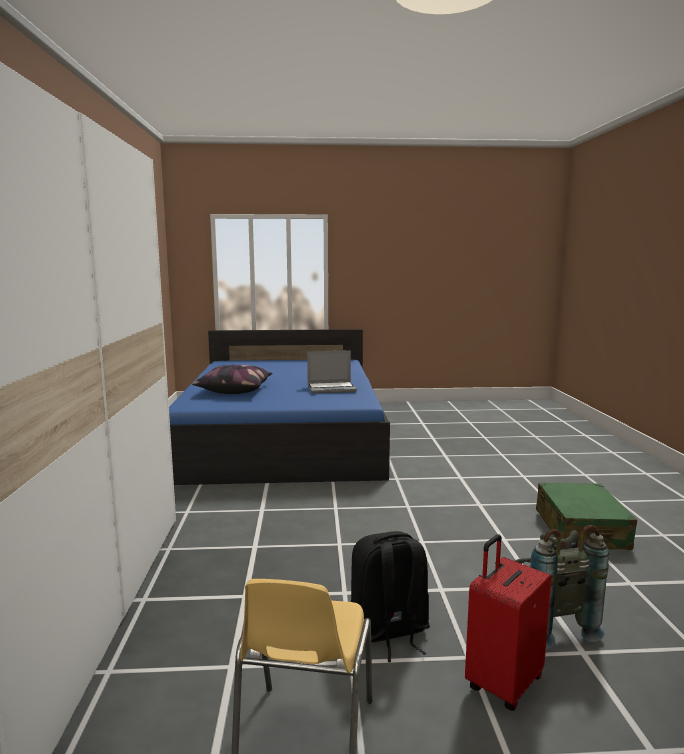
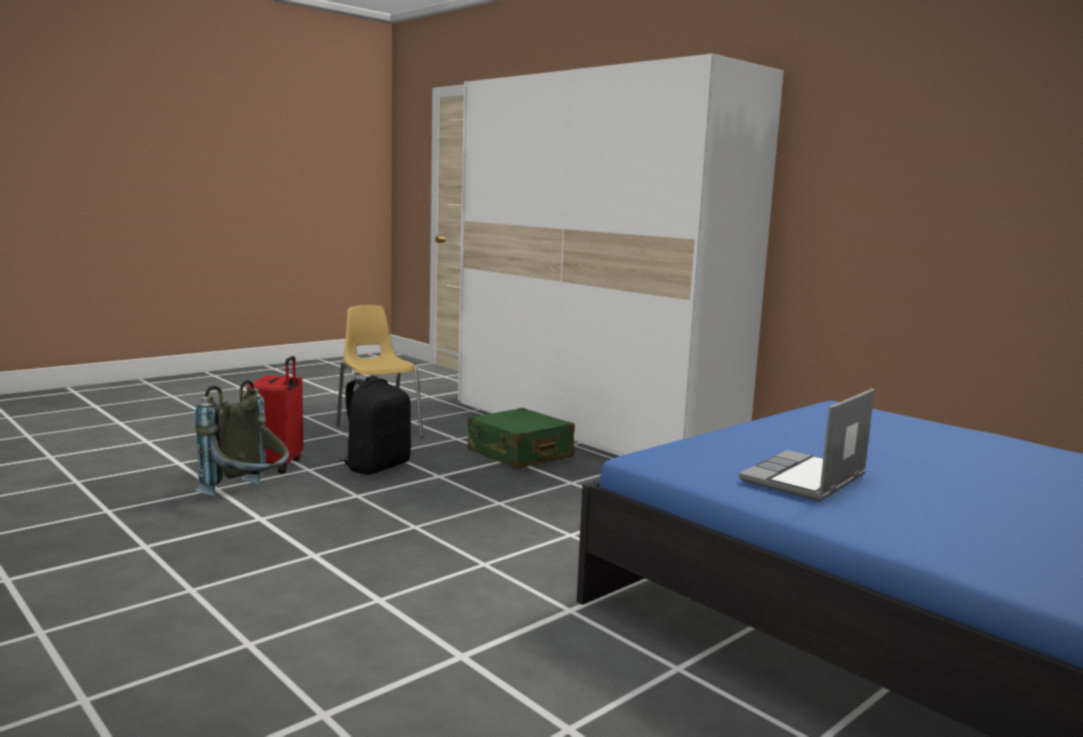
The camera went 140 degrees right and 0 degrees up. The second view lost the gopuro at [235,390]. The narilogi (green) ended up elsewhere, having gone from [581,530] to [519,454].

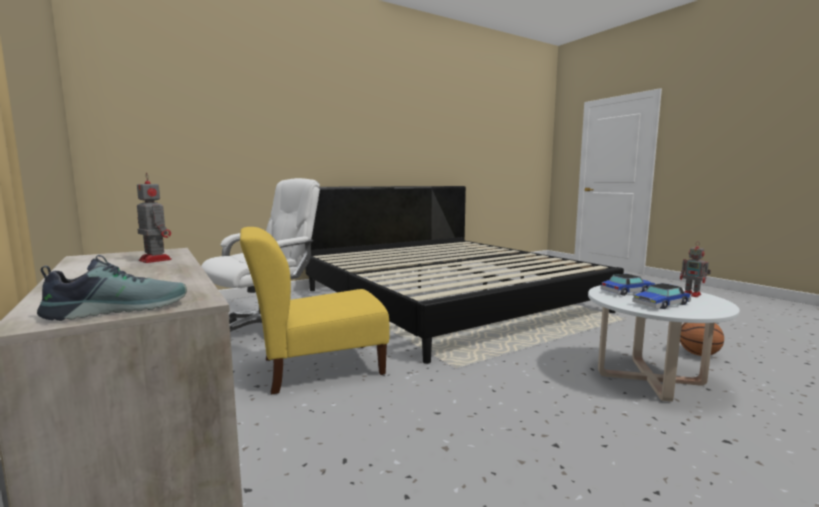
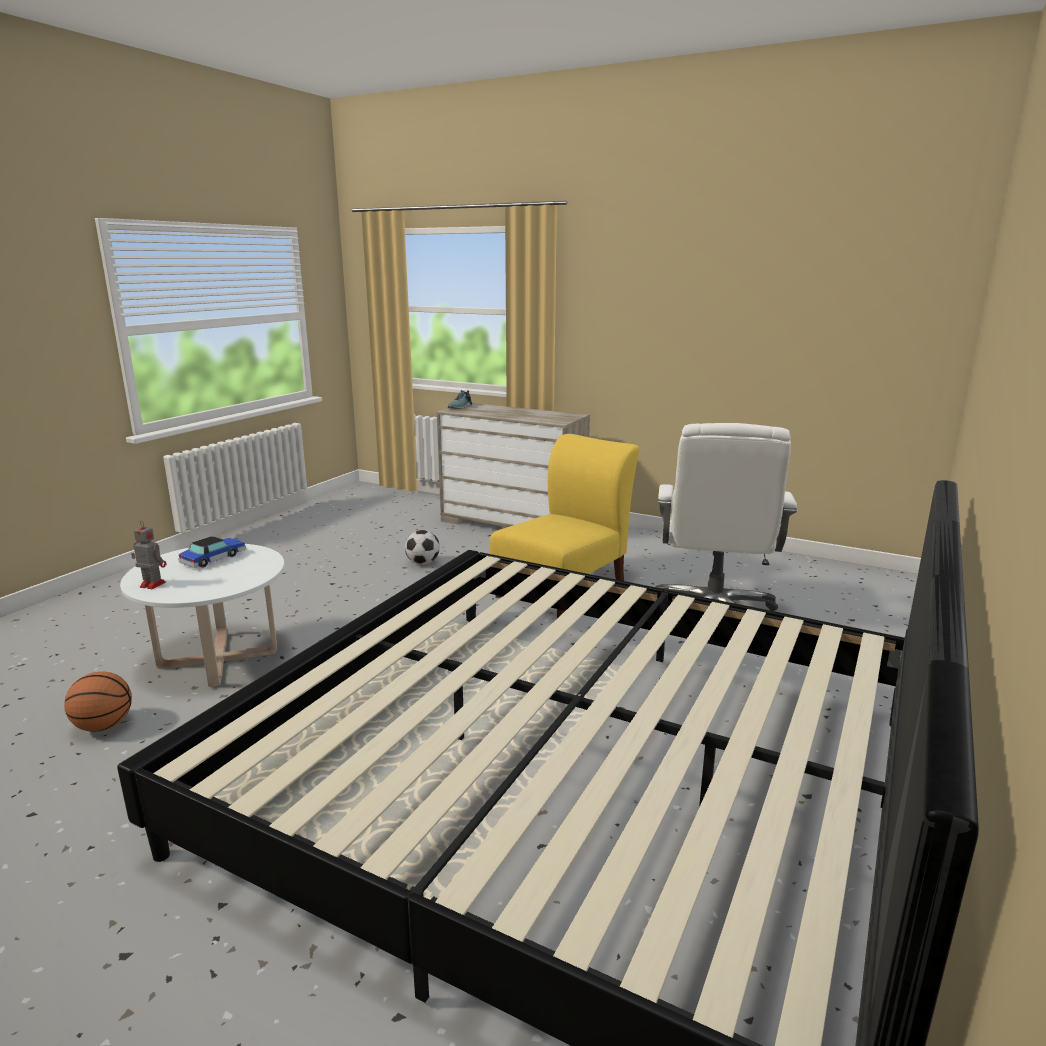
The camera went 150 degrees right and 10 degrees up. The second view lost the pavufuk at [154,260]. The second view lost the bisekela at [627,291]. The second view gained the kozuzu at [423,563].

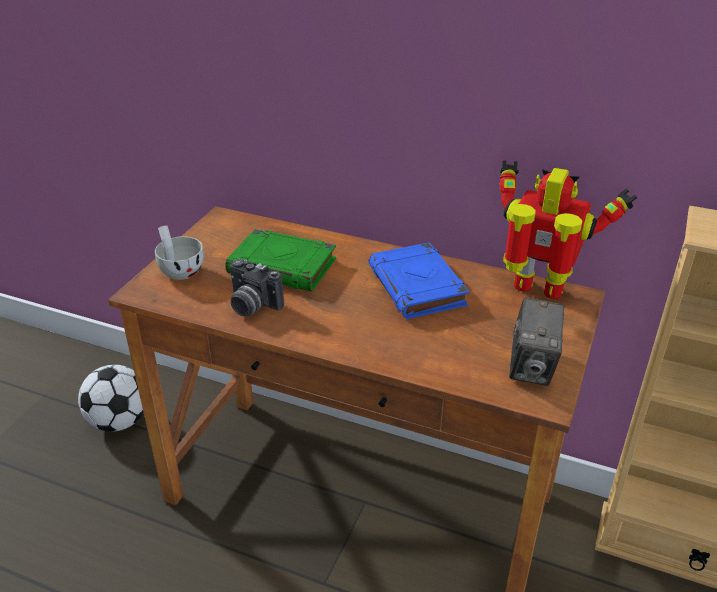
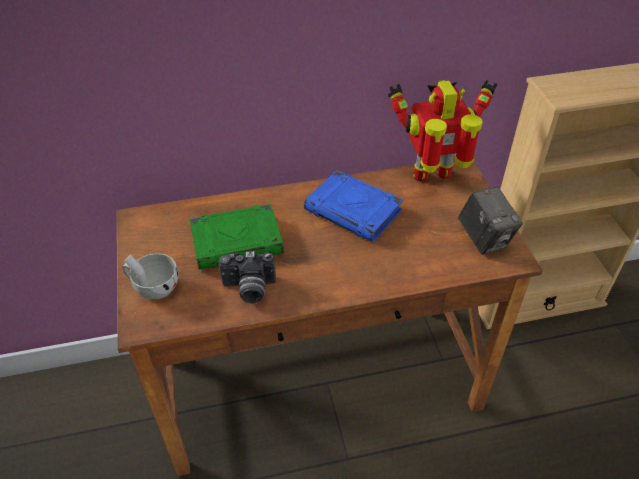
The camera went 35 degrees left and 10 degrees up. The second view lost the kozuzu at [119,421].

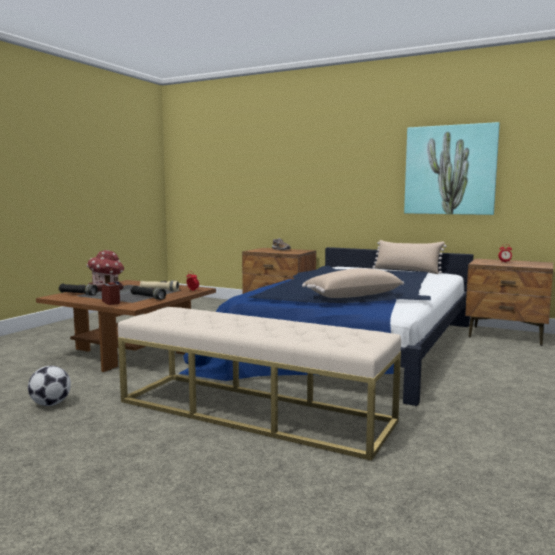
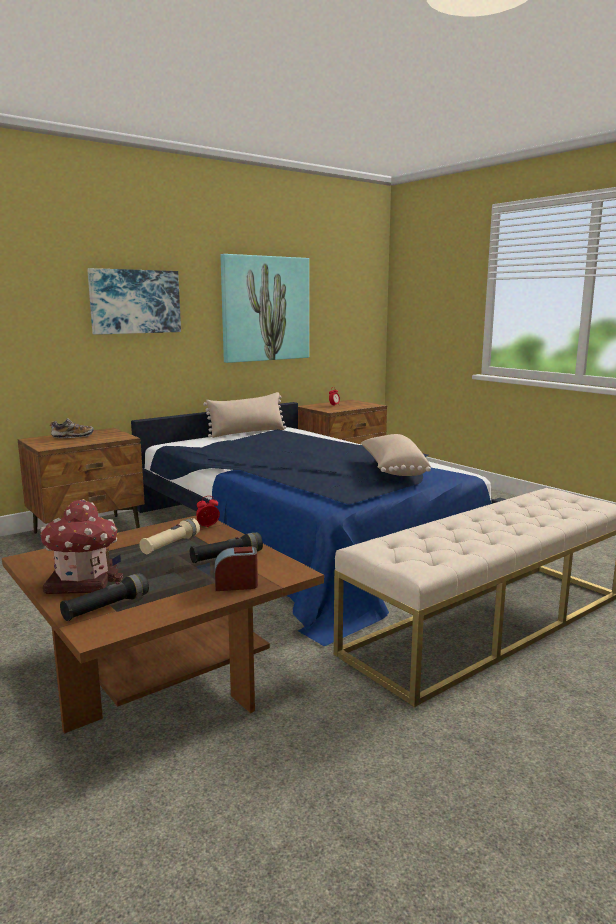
The camera went 65 degrees left and 5 degrees up. The second view lost the kozuzu at [50,404]. The second view gained the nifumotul at [135,301].

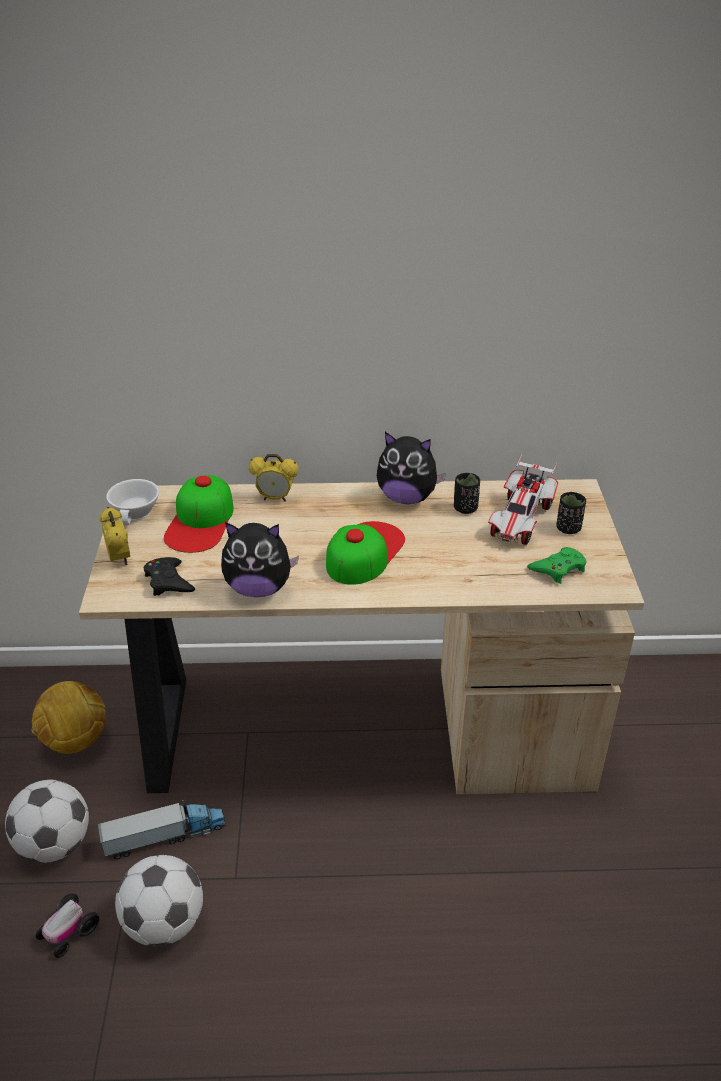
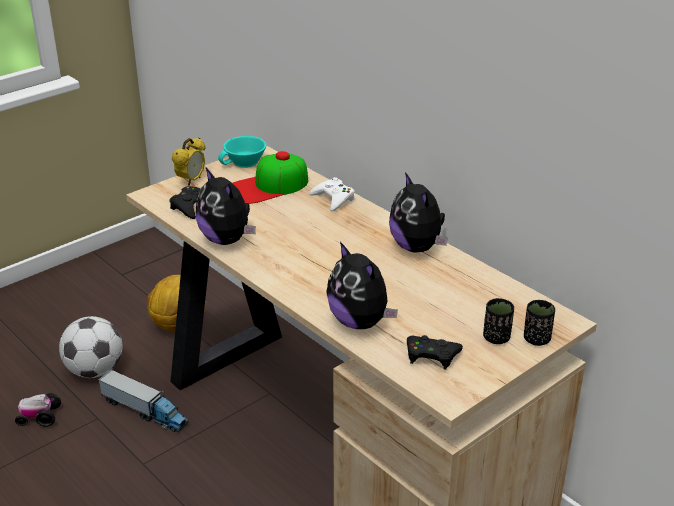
The camera went 50 degrees right and 5 degrees down. What was the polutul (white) at [137,513] turned into the polutul (turquoise) at [245,163]. The second view lost the kozuzu at [164,923]. Where the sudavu stood at [275,498], the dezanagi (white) came to stand at [333,199]. The second view lost the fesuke at [364,552]. The polutul (black) ended up elsewhere, having gone from [465,508] to [536,339]. The second view lost the bisekela at [520,520]. What was the dezanagi (green) at [558,569] turned into the dezanagi (black) at [431,355]. The second view gained the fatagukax at [360,322].

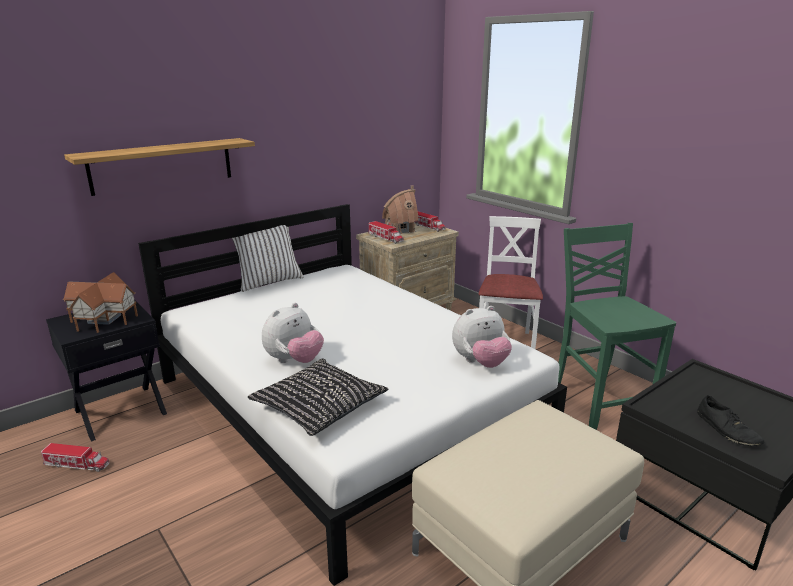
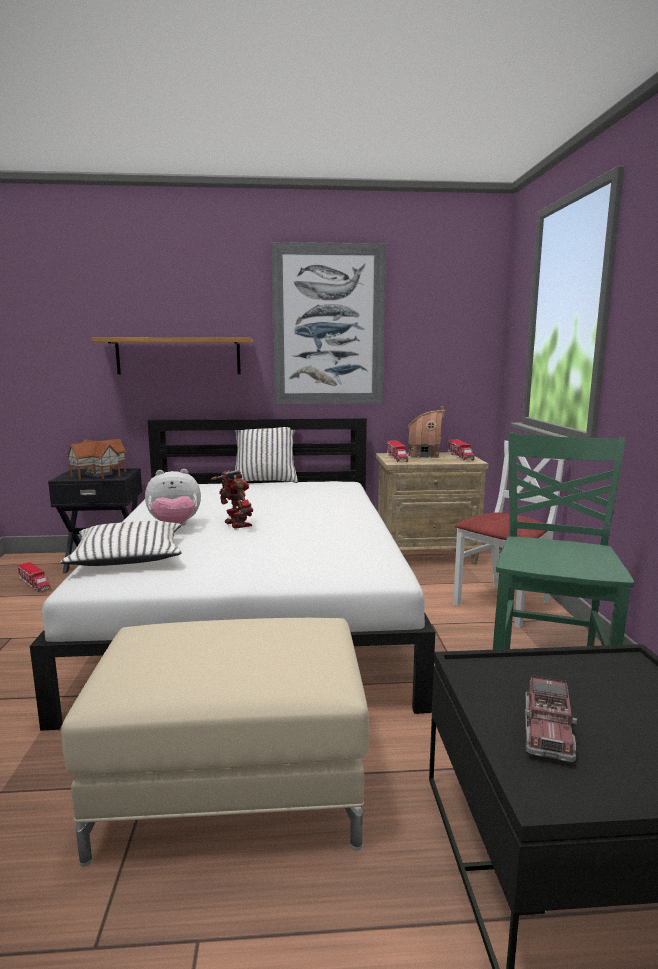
The camera went 35 degrees right and 10 degrees down. What was the gopuro (black) at [318,406] turned into the gopuro (white) at [128,556]. The second view lost the fatagukax at [480,363]. Where the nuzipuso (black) stood at [727,430], the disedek came to stand at [547,733]. The second view gained the pavufuk at [236,524]. The second view gained the nifumotul at [328,325].

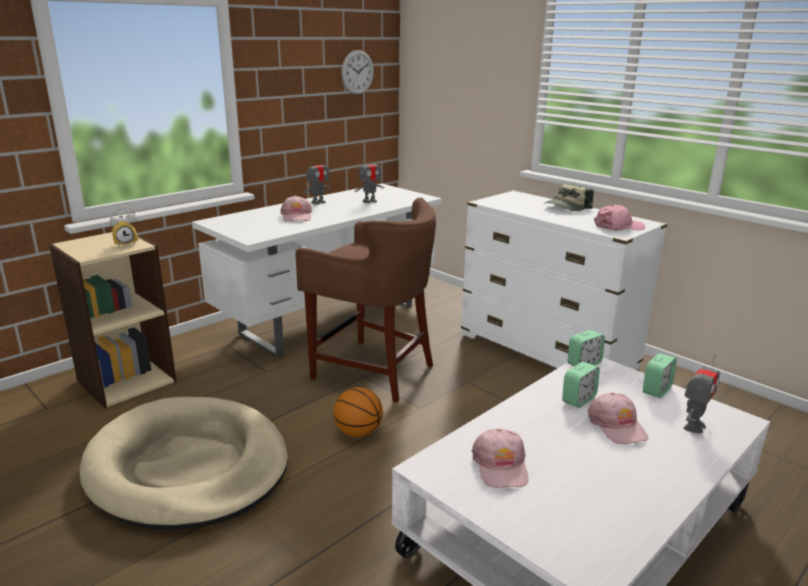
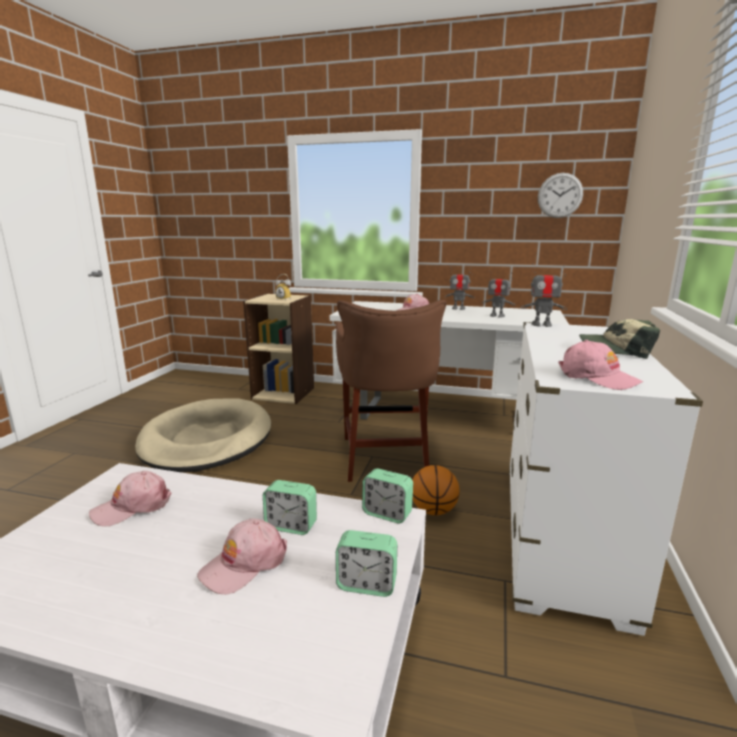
The camera went 60 degrees right and 5 degrees down. The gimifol ended up elsewhere, having gone from [358,432] to [434,510]. The pavufuk ended up elsewhere, having gone from [693,426] to [541,325].

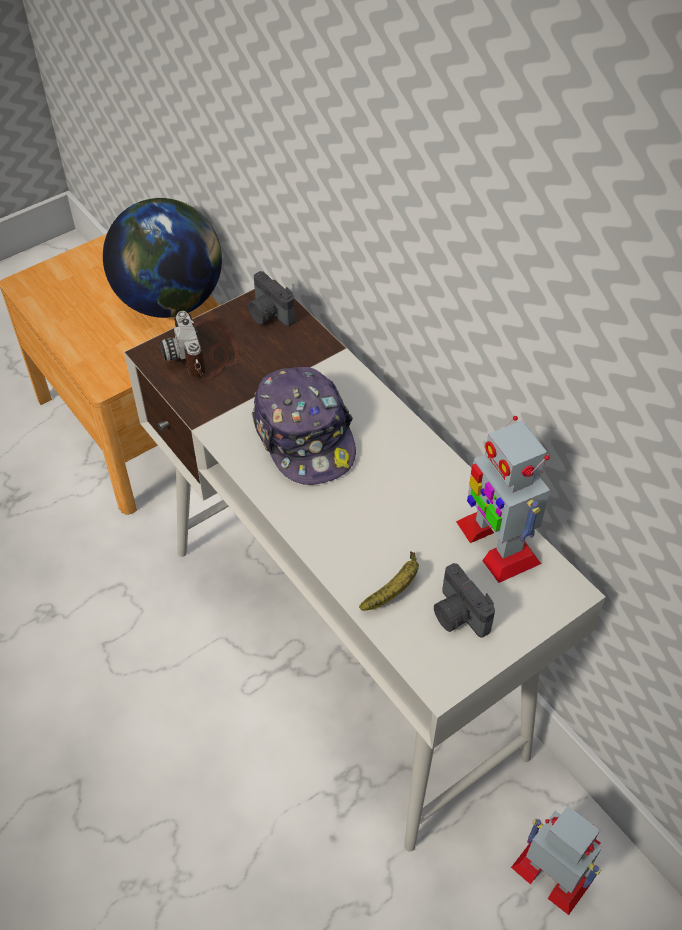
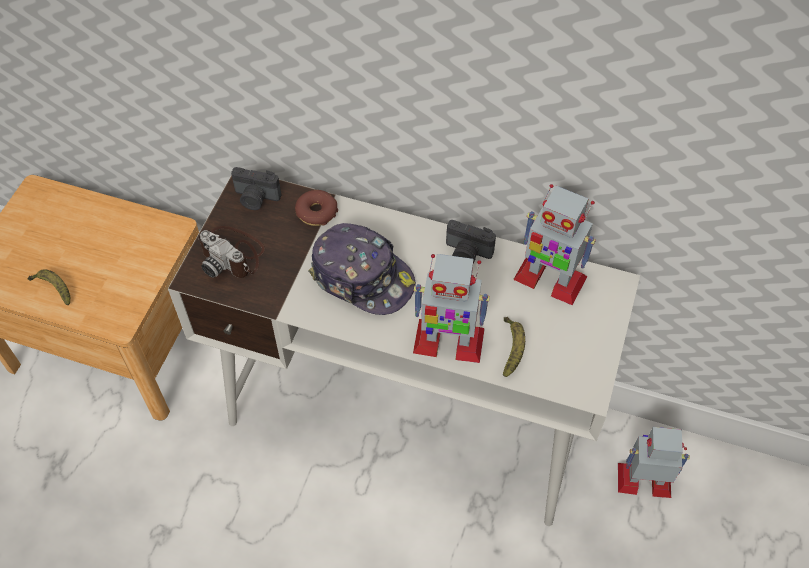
The camera went 35 degrees left and 5 degrees up. The second view lost the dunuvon at [171,301]. The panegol ended up elsewhere, having gone from [457,615] to [467,253]. The second view gained the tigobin at [54,288]. The second view gained the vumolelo at [316,212]. The second view gained the pavufuk at [447,341].

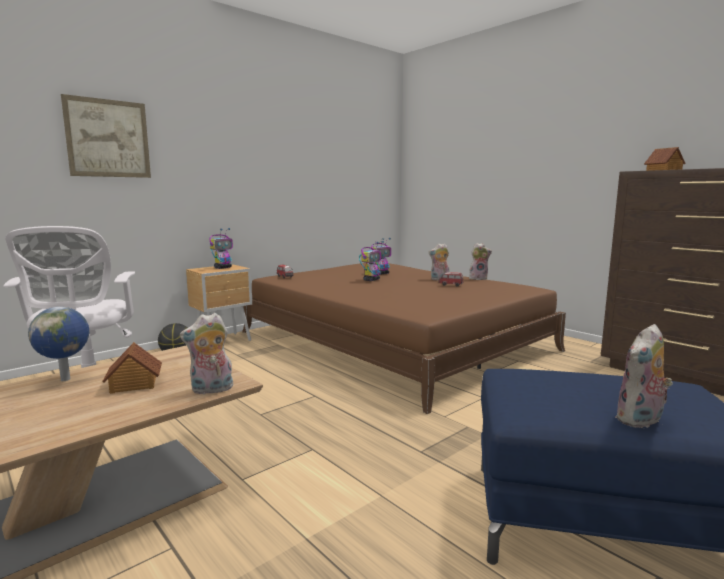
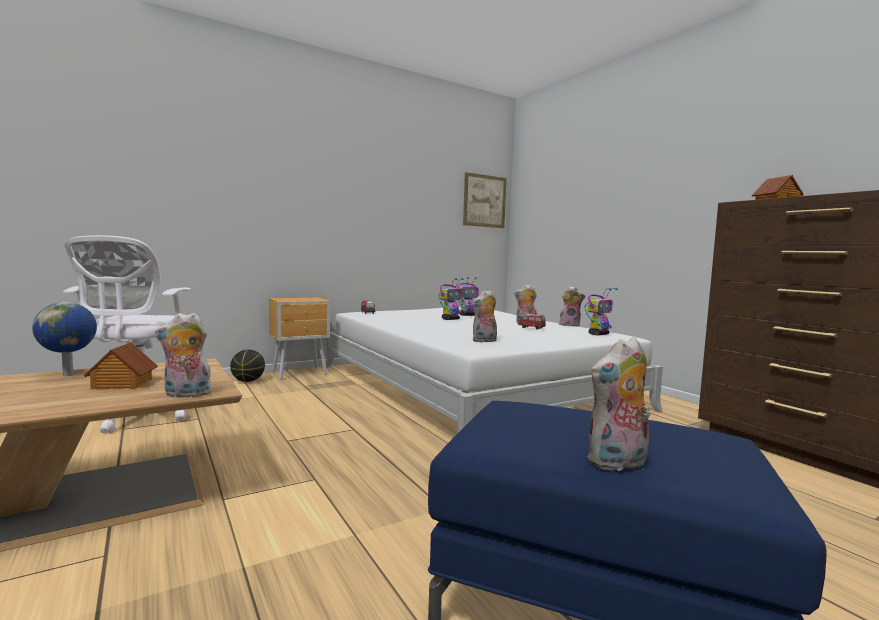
The camera went 10 degrees right and 5 degrees down. The nifumotul ended up elsewhere, having gone from [108,138] to [484,201]. The pavufuk ended up elsewhere, having gone from [223,268] to [599,334]. What was the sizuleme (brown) at [393,341] turned into the sizuleme (white) at [471,386]. The second view gained the fatagukax at [484,341].

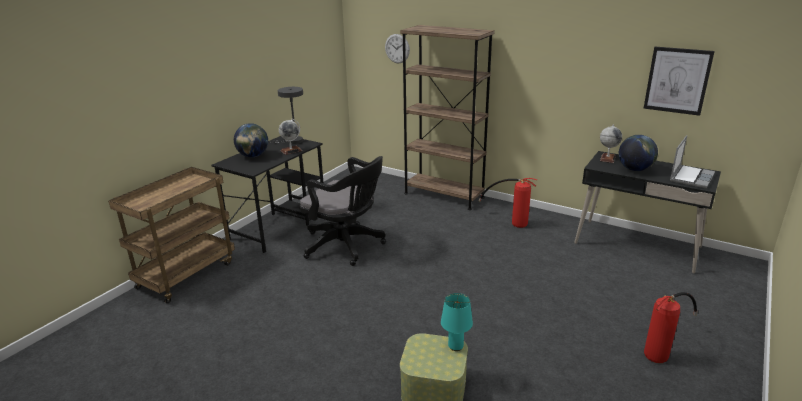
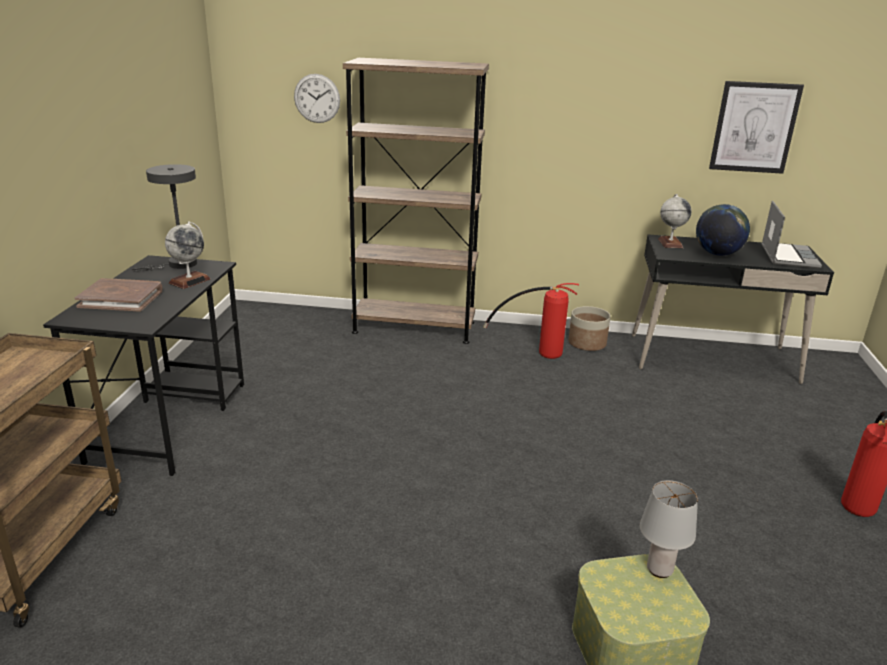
The camera went 25 degrees left and 0 degrees up. Where the dunuvon stood at [253,156], the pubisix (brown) came to stand at [121,298]. The second view lost the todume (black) at [346,246]. What was the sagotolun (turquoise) at [455,346] turned into the sagotolun (grey) at [658,570]. The second view gained the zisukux at [587,343].

